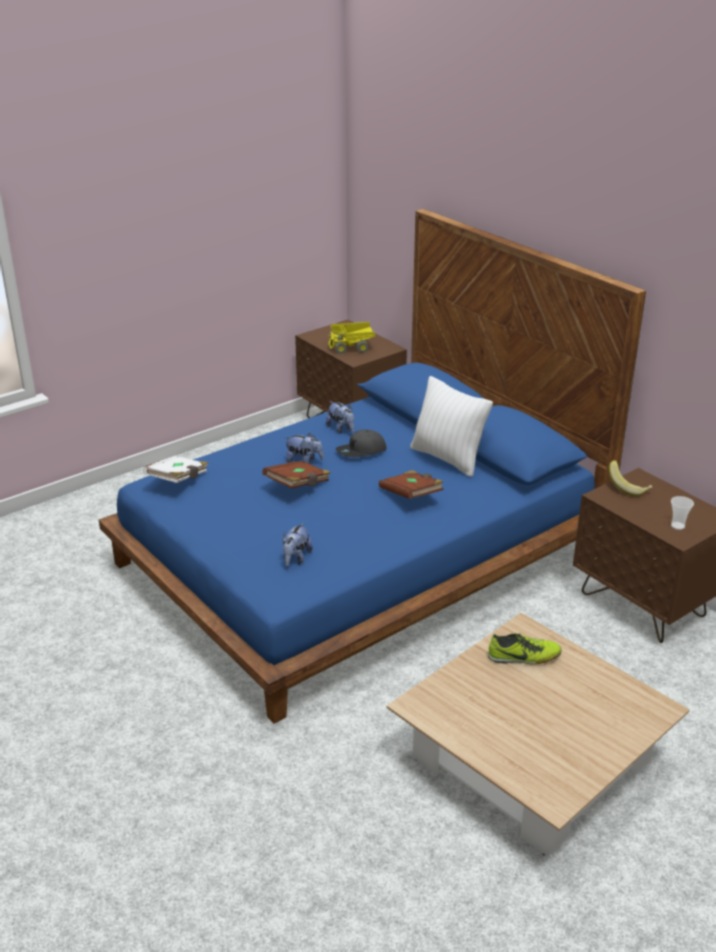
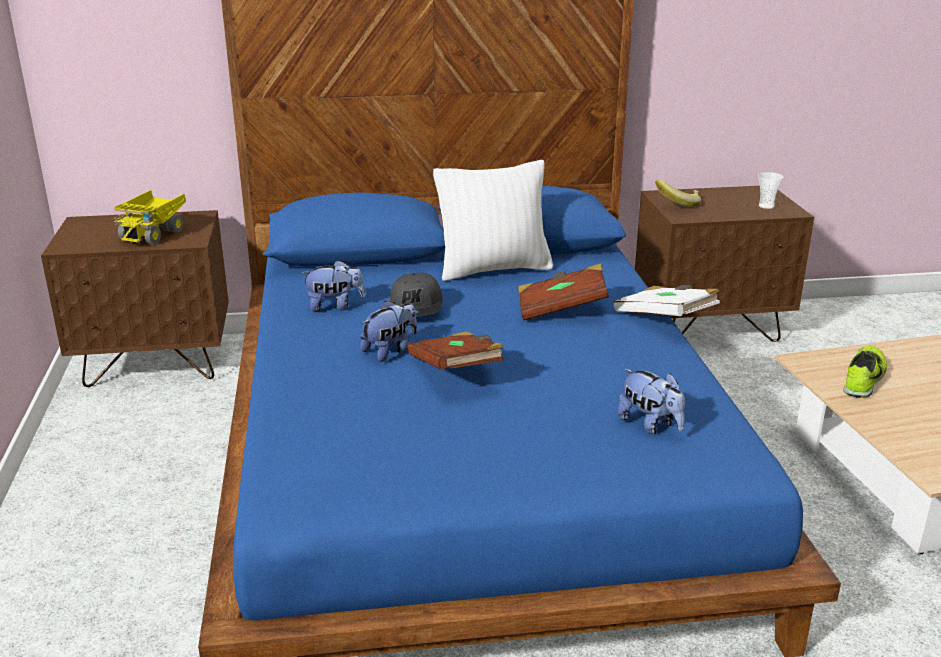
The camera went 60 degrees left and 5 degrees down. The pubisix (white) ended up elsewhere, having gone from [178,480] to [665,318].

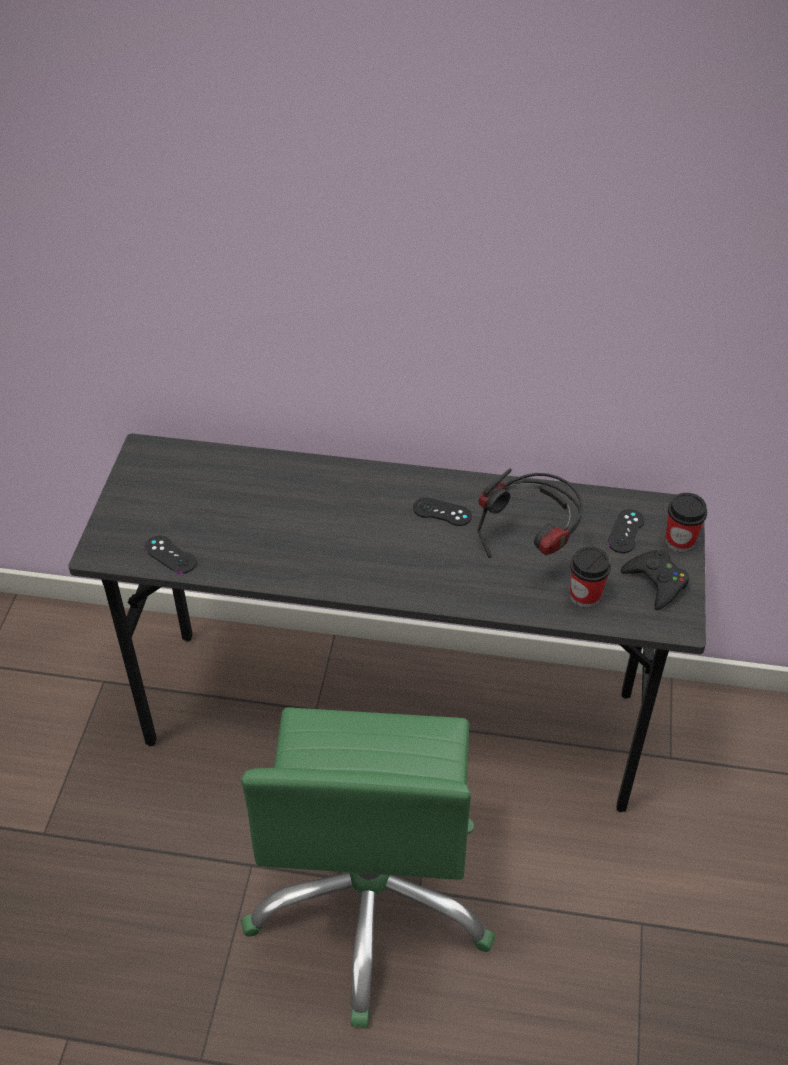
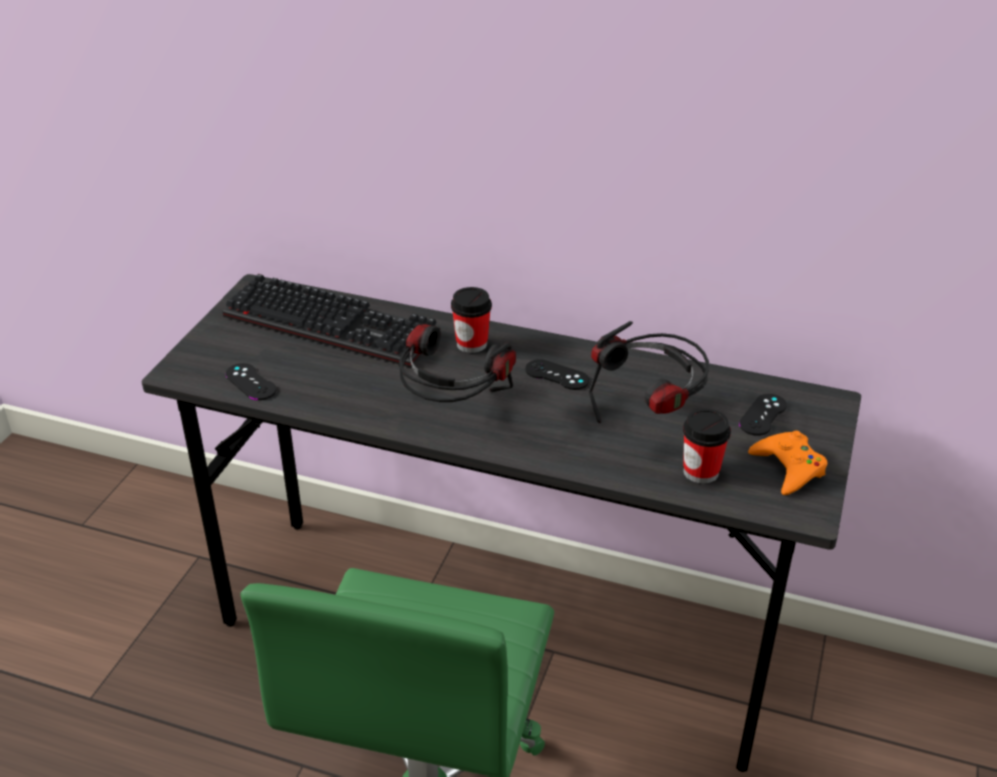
The camera went 10 degrees right and 10 degrees down. What was the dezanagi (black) at [656,582] turned into the dezanagi (orange) at [788,468]. The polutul ended up elsewhere, having gone from [679,541] to [471,344]. The second view gained the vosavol at [336,324]. The second view gained the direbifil at [452,412].

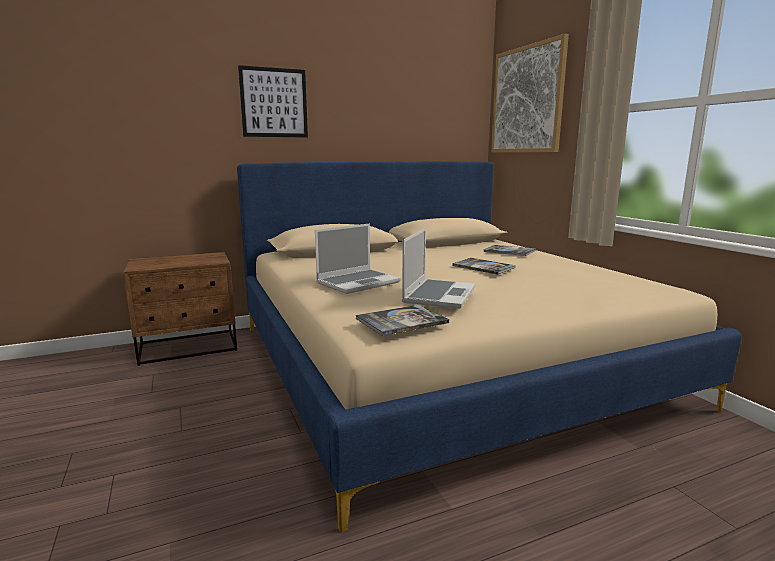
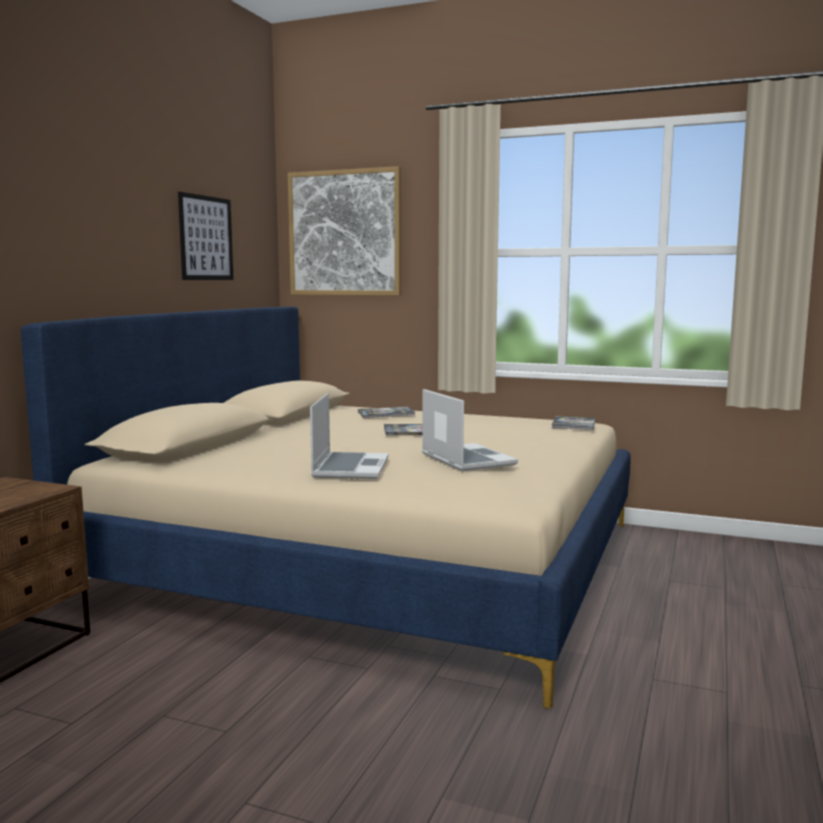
The camera went 45 degrees left and 5 degrees down. The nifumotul ended up elsewhere, having gone from [274,103] to [206,238]. The pubisix ended up elsewhere, having gone from [401,321] to [573,424].

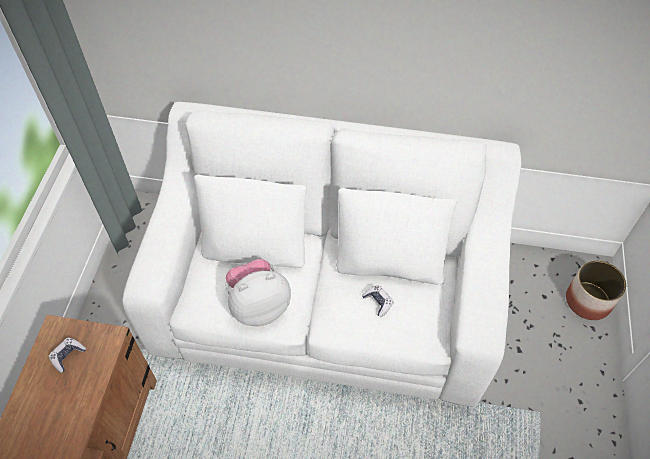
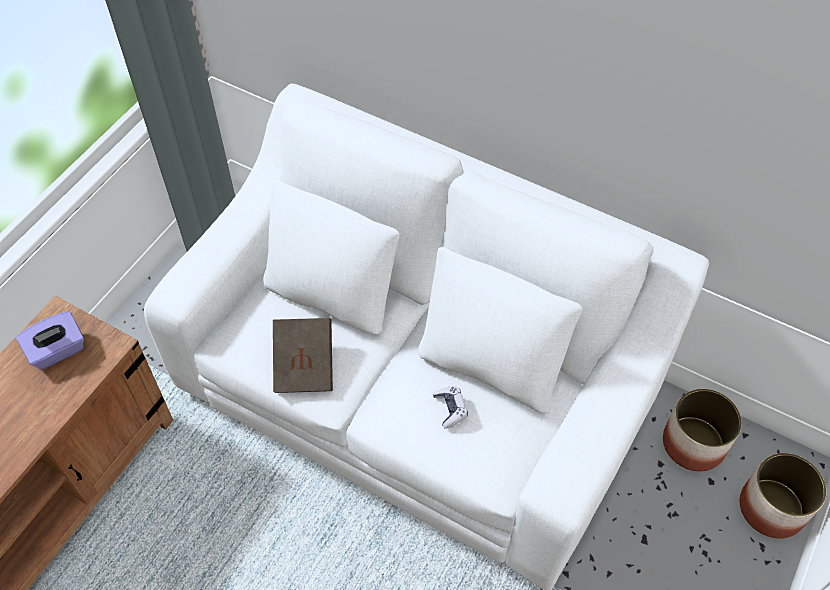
The camera went 20 degrees right and 0 degrees up. Where the dezanagi stood at [68,356], the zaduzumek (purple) came to stand at [58,351]. Where the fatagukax stood at [259,305], the pubisix (brown) came to stand at [304,365]. The second view gained the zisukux at [694,444].

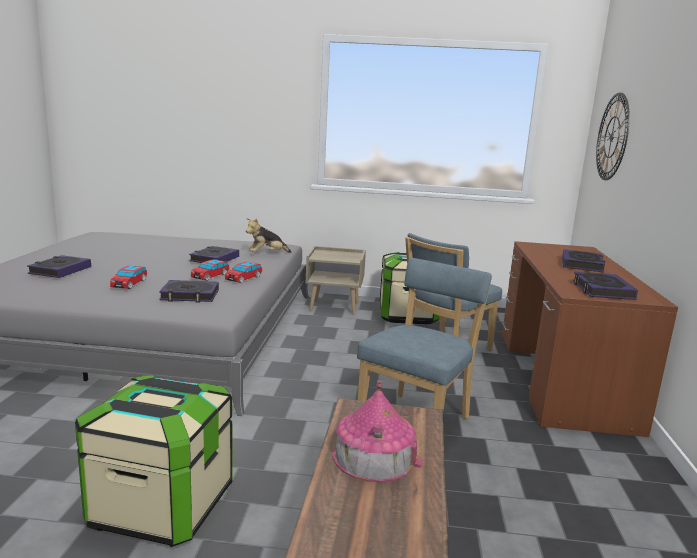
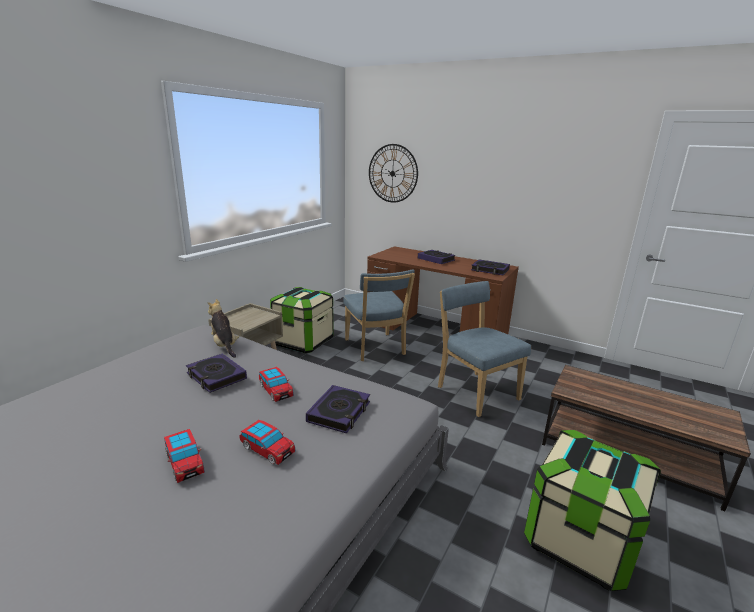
The camera went 65 degrees left and 5 degrees up. The second view lost the pubisix at [60,270]. The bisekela ended up elsewhere, having gone from [244,278] to [184,462]. The fatagukax at [267,254] ended up facing another way, 150 degrees clockwise from before. The second view lost the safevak at [374,456].

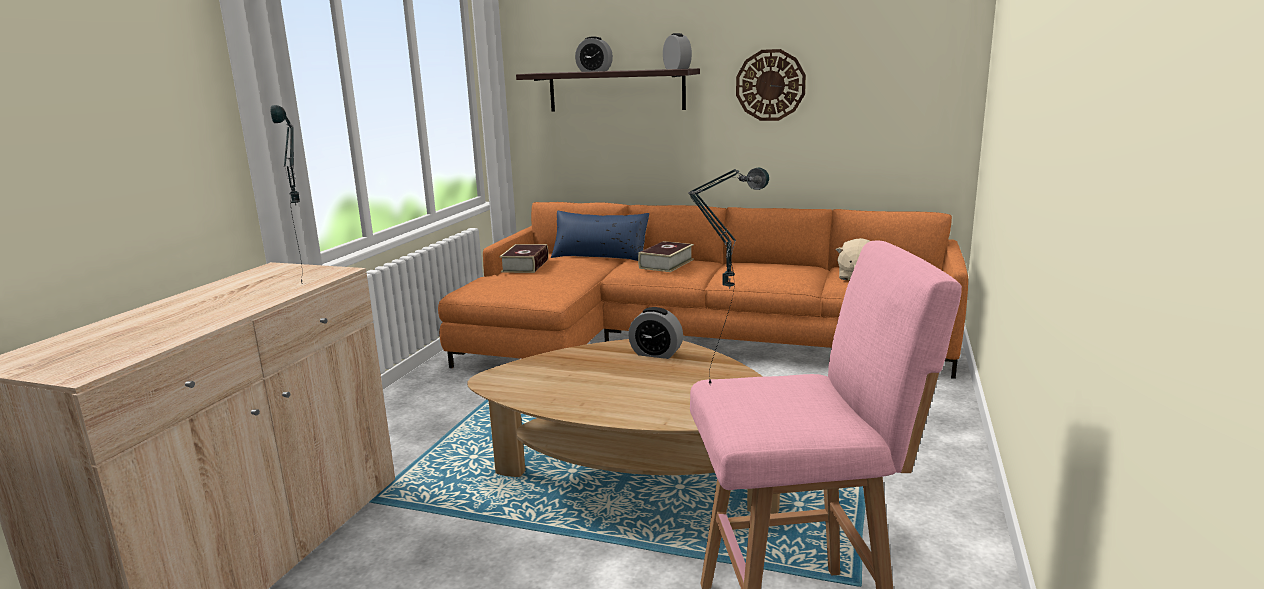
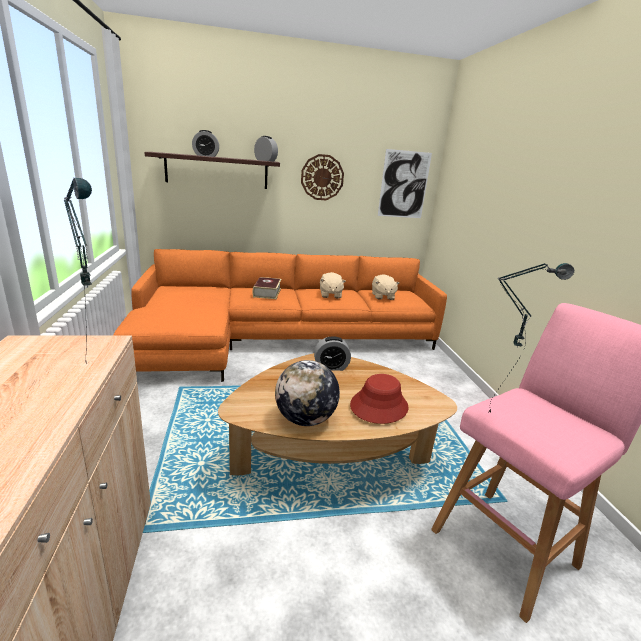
The camera went 30 degrees left and 5 degrees up. The second view lost the pubisix at [525,265]. The second view lost the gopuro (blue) at [600,257]. The second view gained the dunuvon at [305,419]. The second view gained the fatagukax (beige) at [330,295]. The second view gained the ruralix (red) at [378,406]. The second view gained the nifumotul at [404,184].

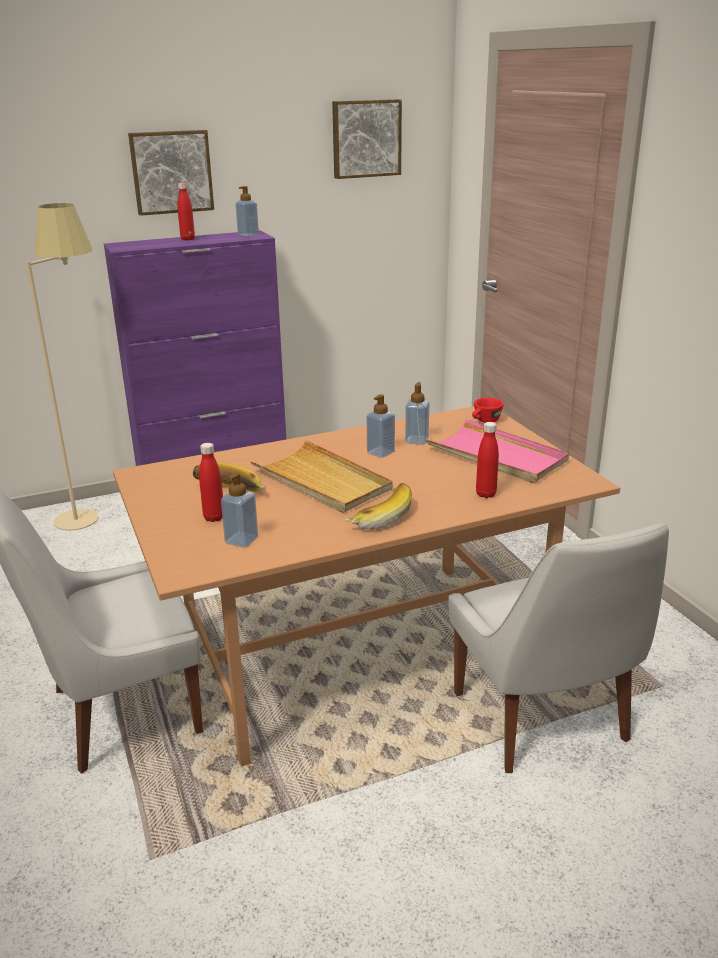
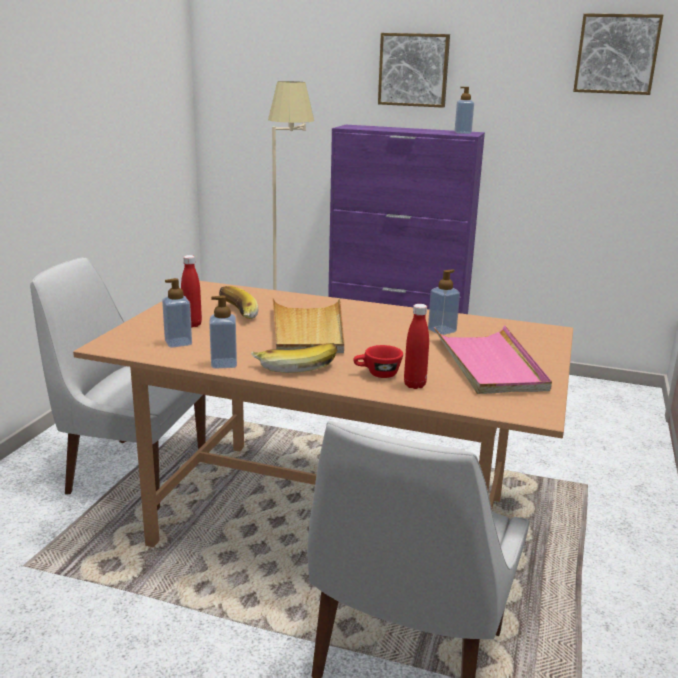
The camera went 40 degrees right and 5 degrees down. The second view lost the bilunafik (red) at [188,239]. The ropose ended up elsewhere, having gone from [380,452] to [224,364]. The polutul (red) ended up elsewhere, having gone from [485,421] to [377,374].

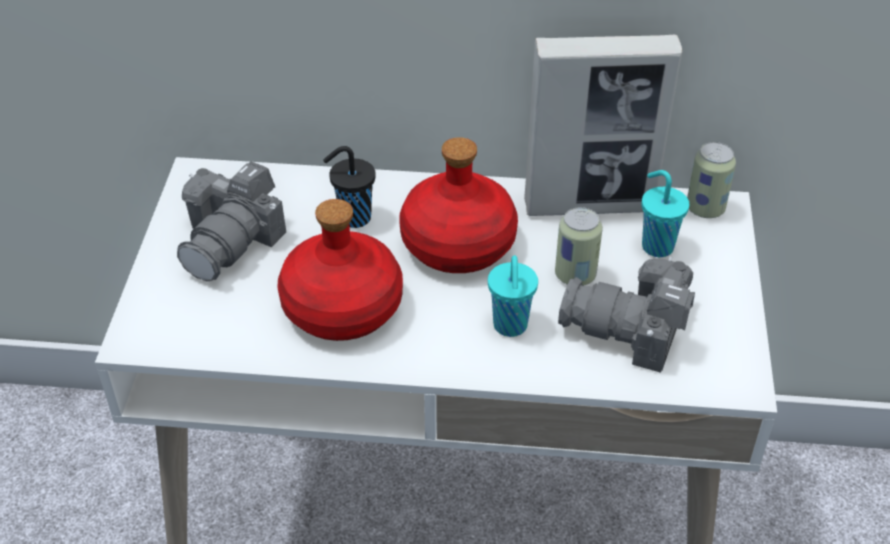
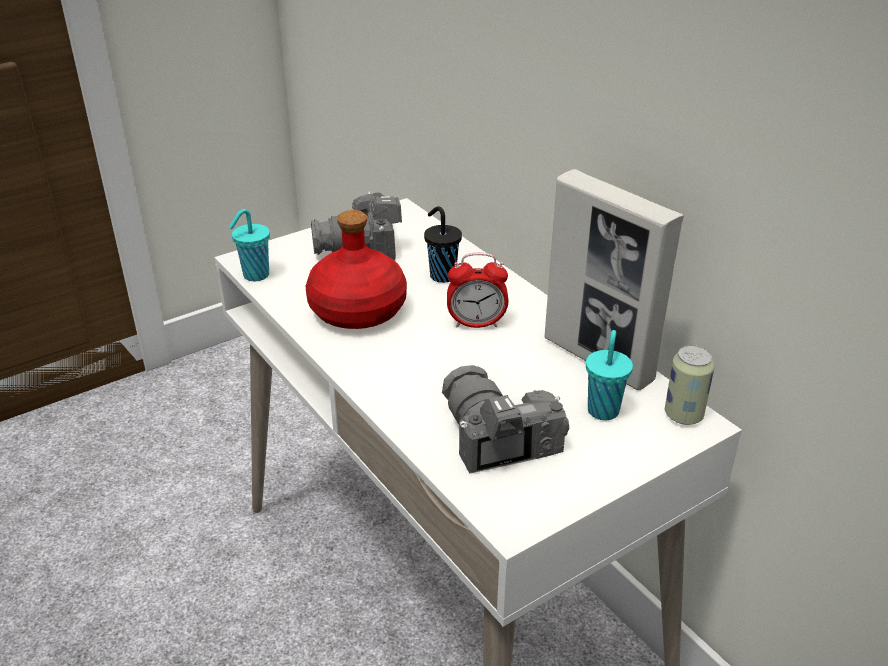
The camera went 50 degrees right and 10 degrees down. Where the bilunafik (red) stood at [458,243], the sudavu came to stand at [476,324]. The polutul (turquoise) ended up elsewhere, having gone from [510,327] to [254,276]. The second view lost the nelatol at [575,275].

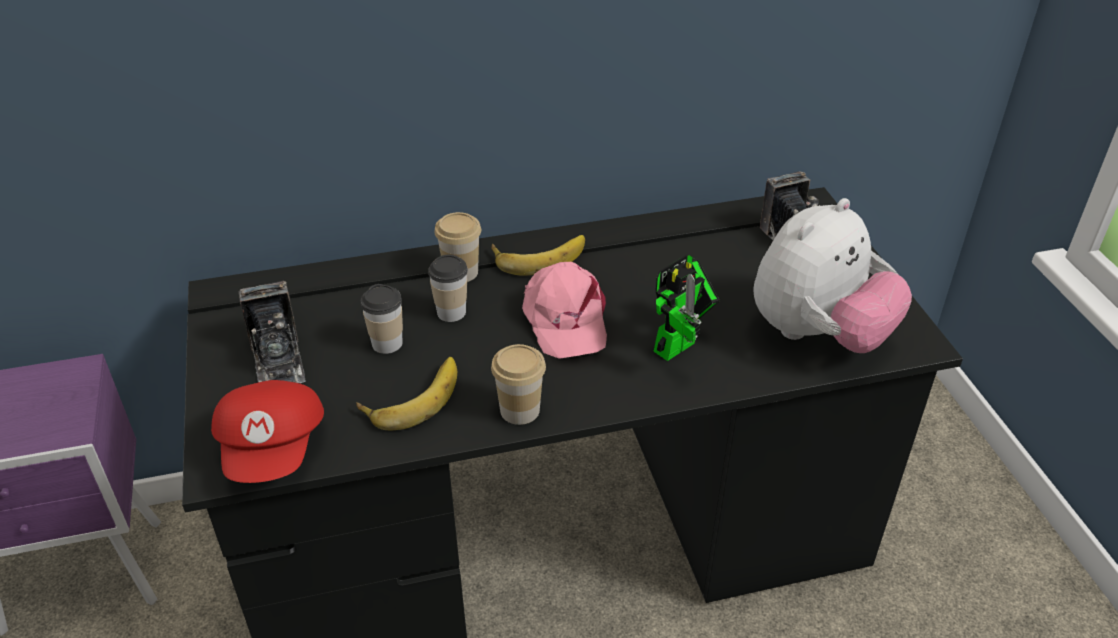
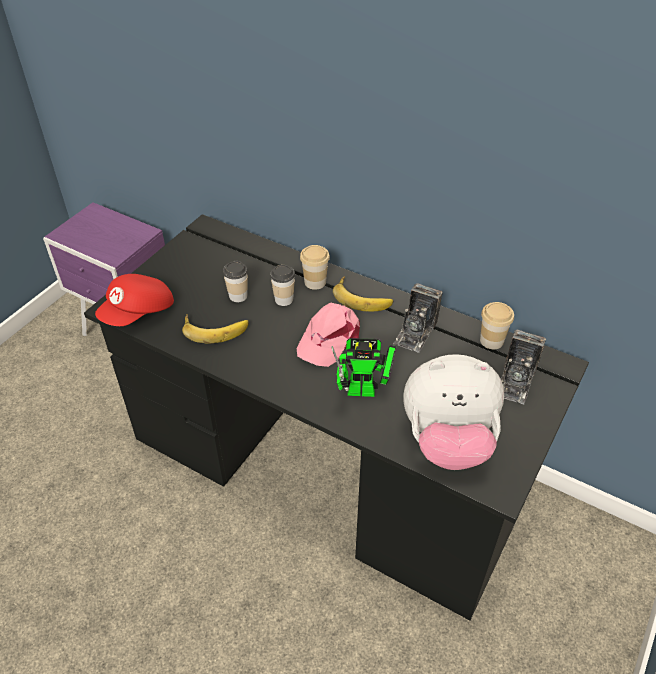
The camera went 45 degrees right and 5 degrees up. The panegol ended up elsewhere, having gone from [278,360] to [415,332]. The polutul ended up elsewhere, having gone from [520,410] to [491,340].

